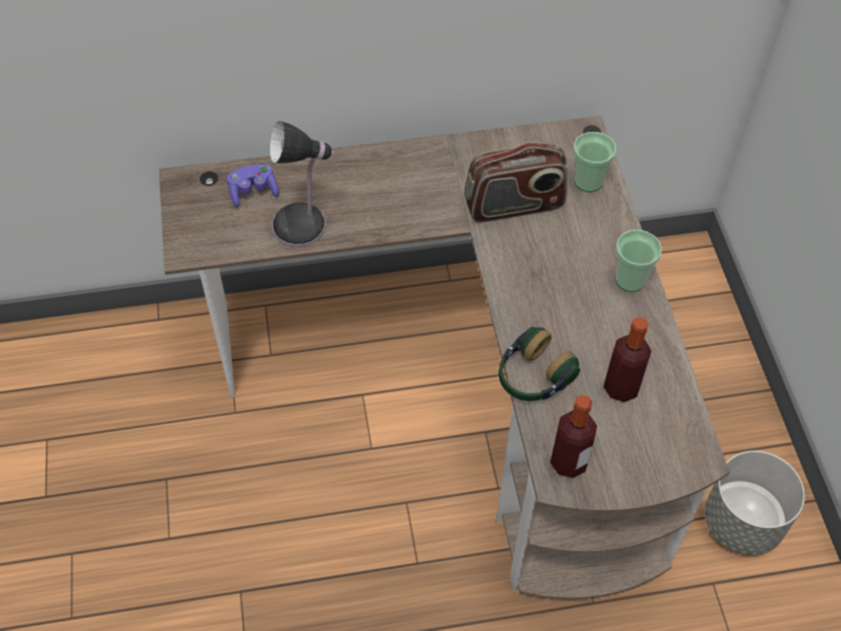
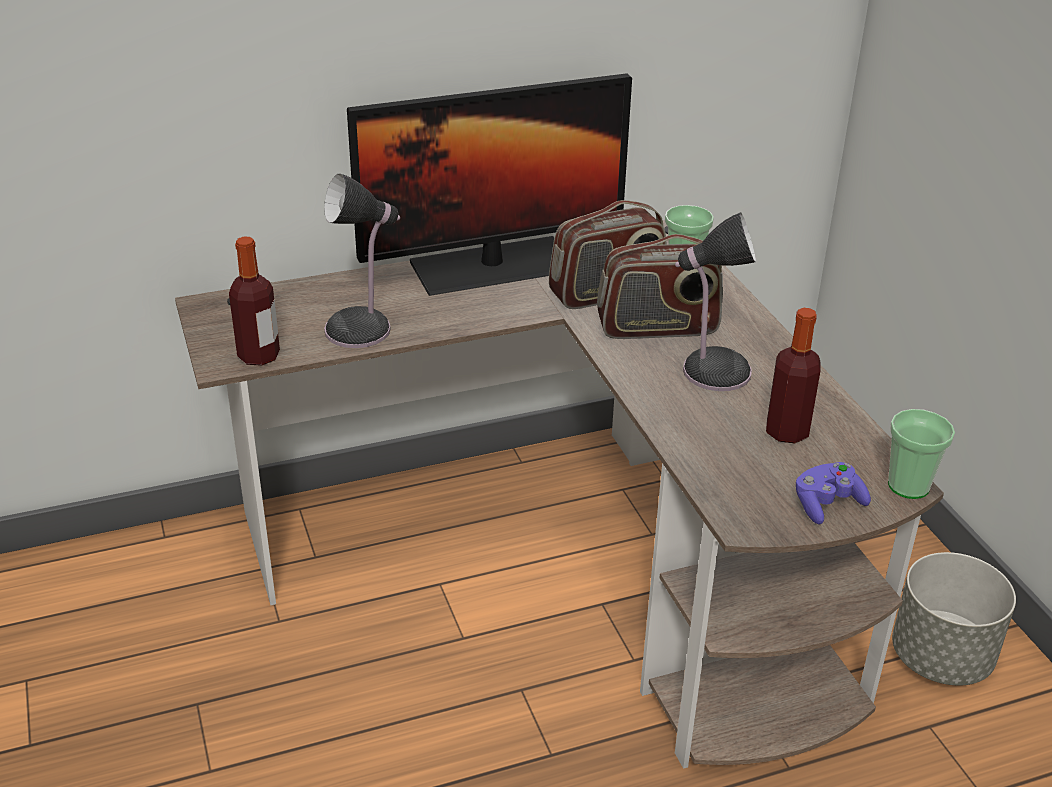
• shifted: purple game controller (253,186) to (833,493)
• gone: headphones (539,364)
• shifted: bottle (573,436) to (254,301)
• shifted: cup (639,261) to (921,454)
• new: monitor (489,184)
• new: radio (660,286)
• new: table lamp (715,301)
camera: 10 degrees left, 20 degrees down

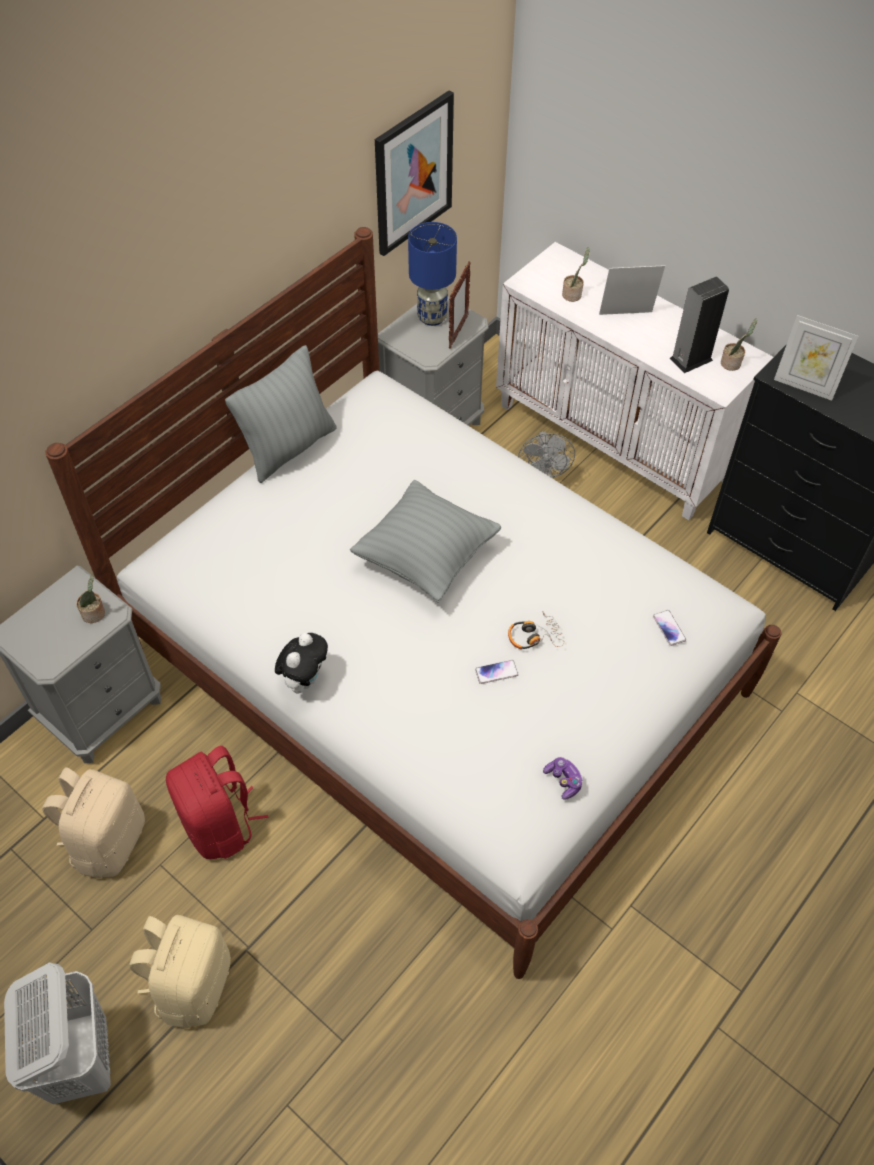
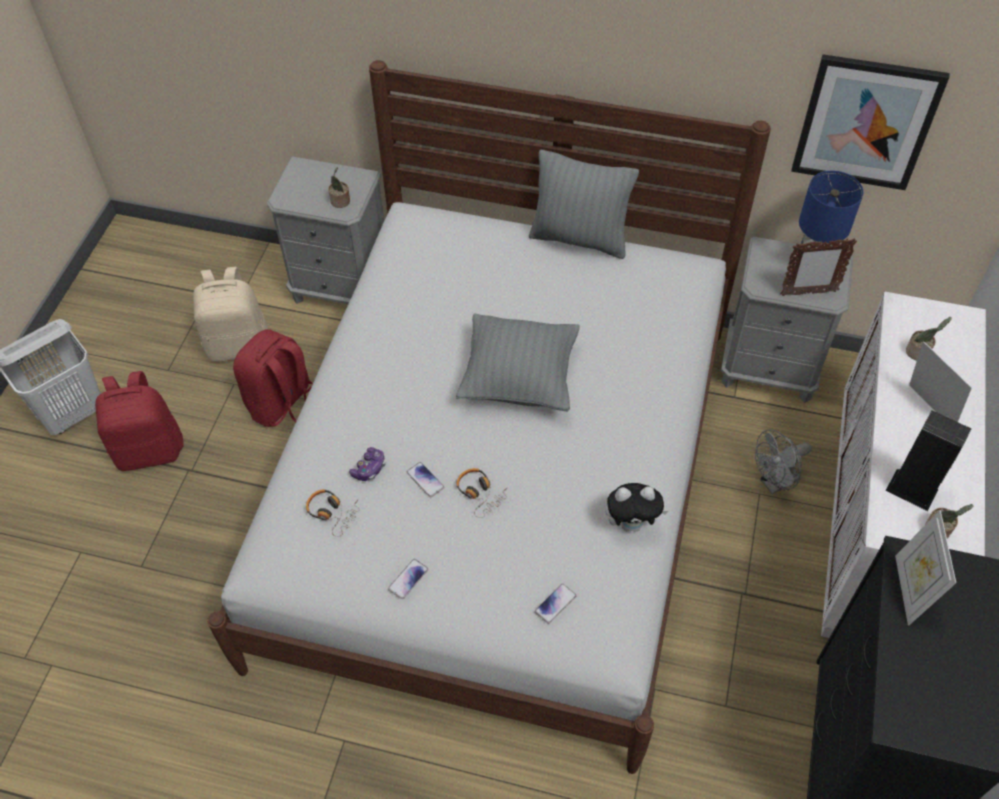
• repainted: beige backpack (180,971) to red backpack (139,421)
• shifted: plush toy (301,663) to (636,507)
• shifted: game controller (563,778) to (367,464)
• new: headphones (333,513)
• new: phone (408,579)
camera: 65 degrees right, 0 degrees up

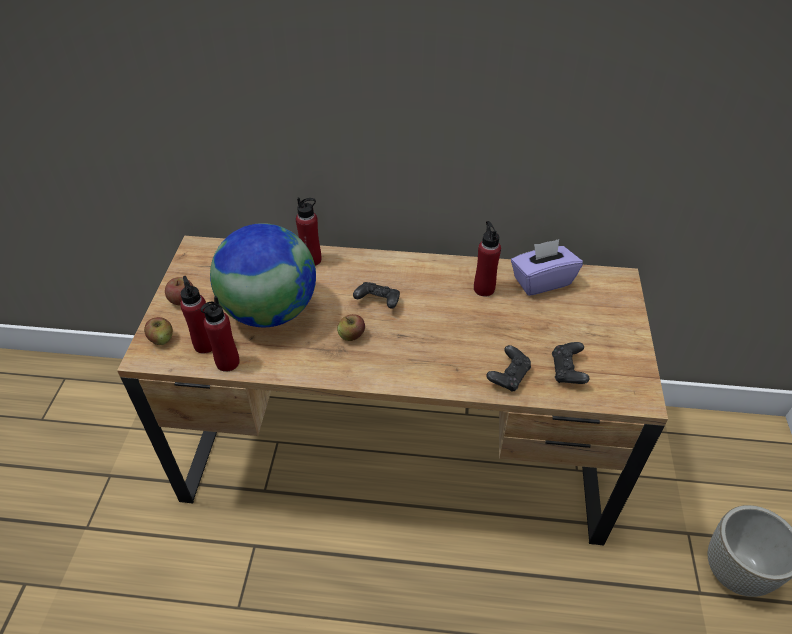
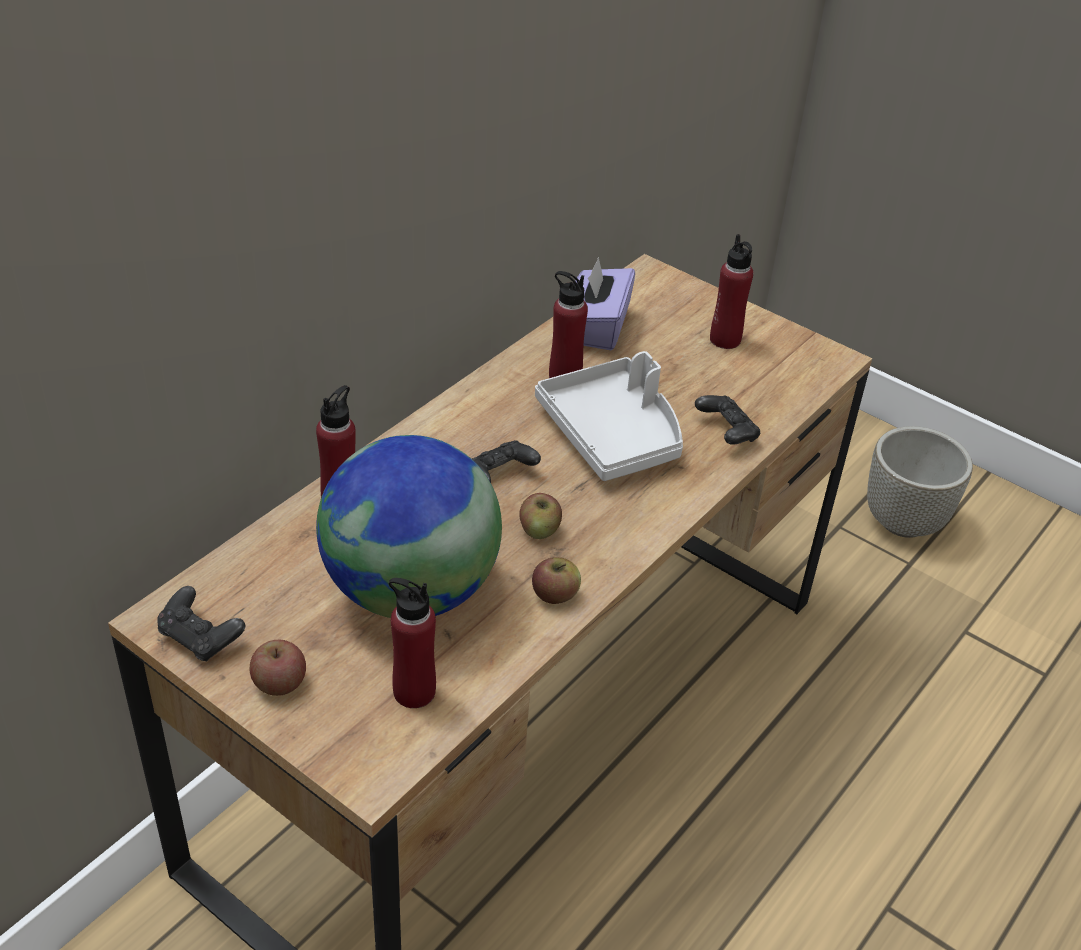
• shifted: apple (158,331) to (556,580)
• shifted: red bottle (220,334) to (731,291)
• shifted: black game controller (571,363) to (201,623)
• new: grey tray (609,416)
camera: 60 degrees left, 5 degrees down

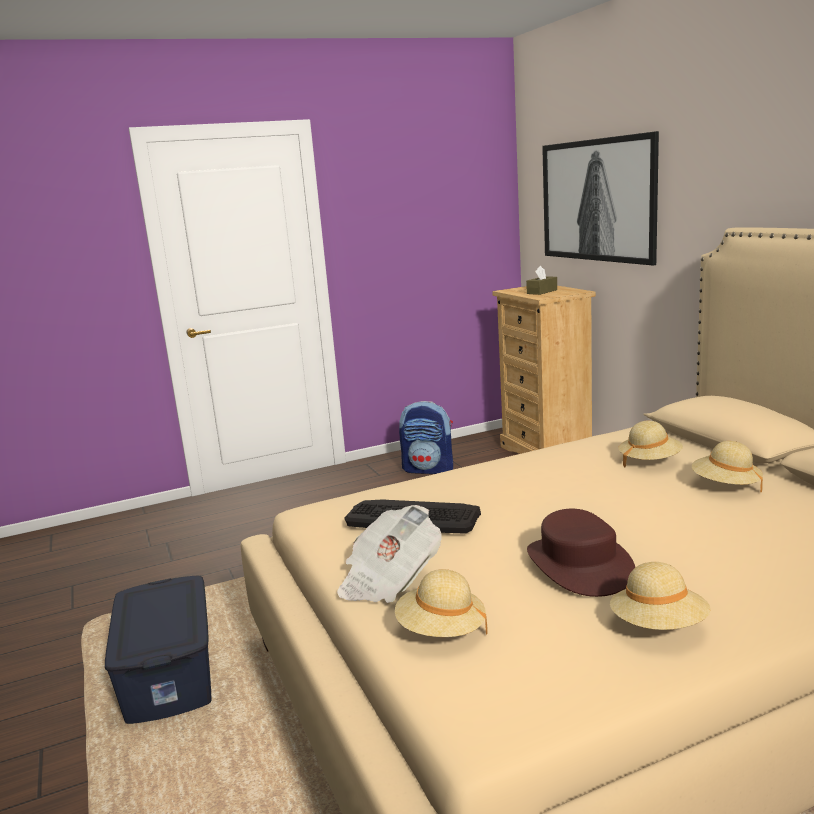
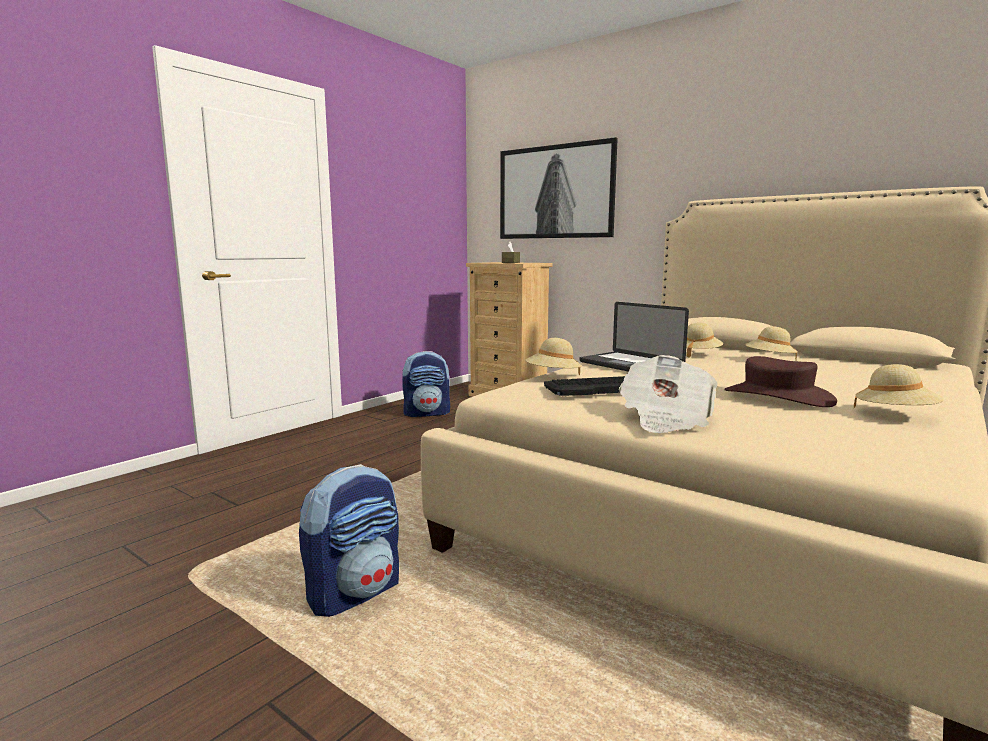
• swapped: blue storage box (158,650) to backpack (349,540)
• shifted: beige hat (441,603) to (553,356)
• new: laptop (634,337)
camera: 30 degrees left, 5 degrees down

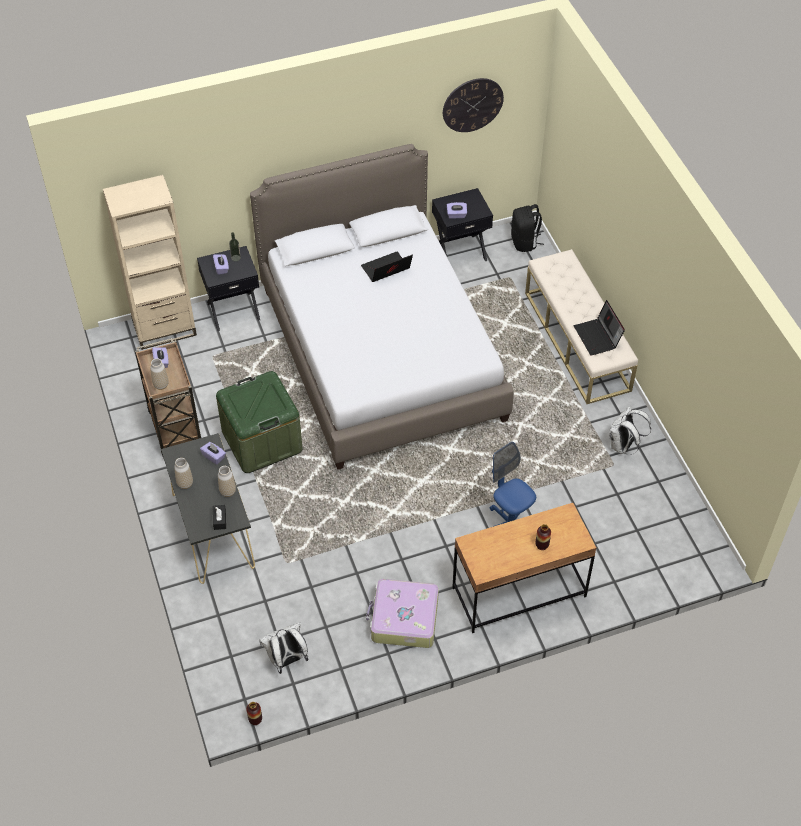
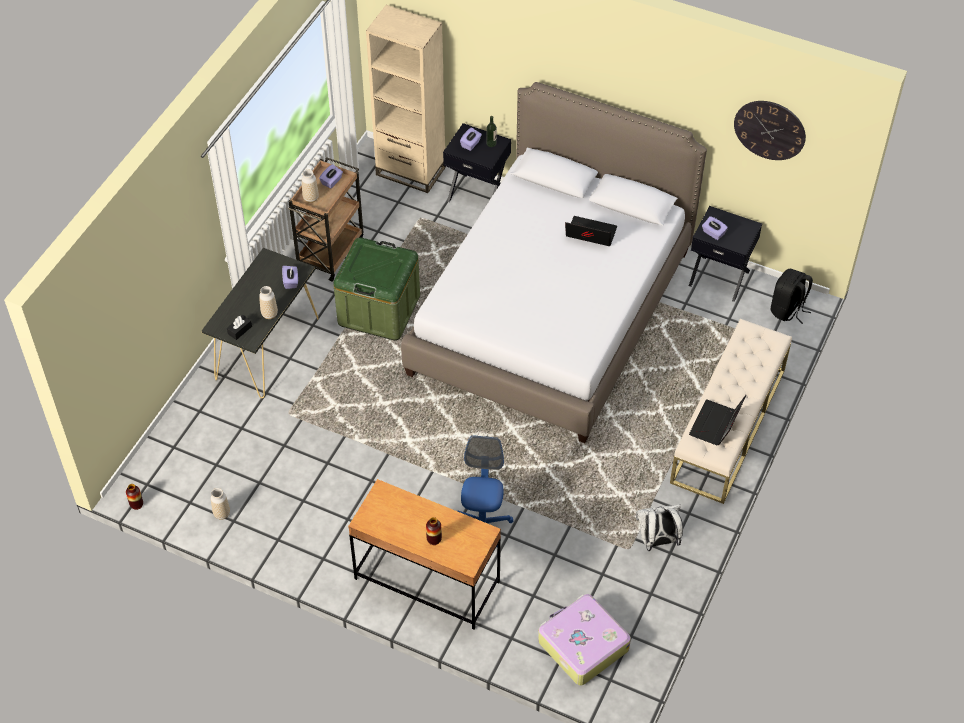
• shifted: vase (183,473) to (220,504)
• gone: white backpack (283,648)
• shifted: suitcase (402,613) to (584,640)
camera: 45 degrees right, 0 degrees up

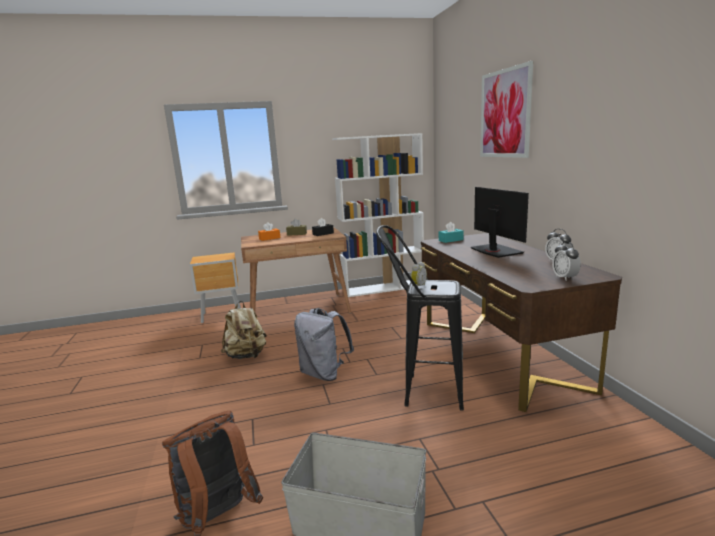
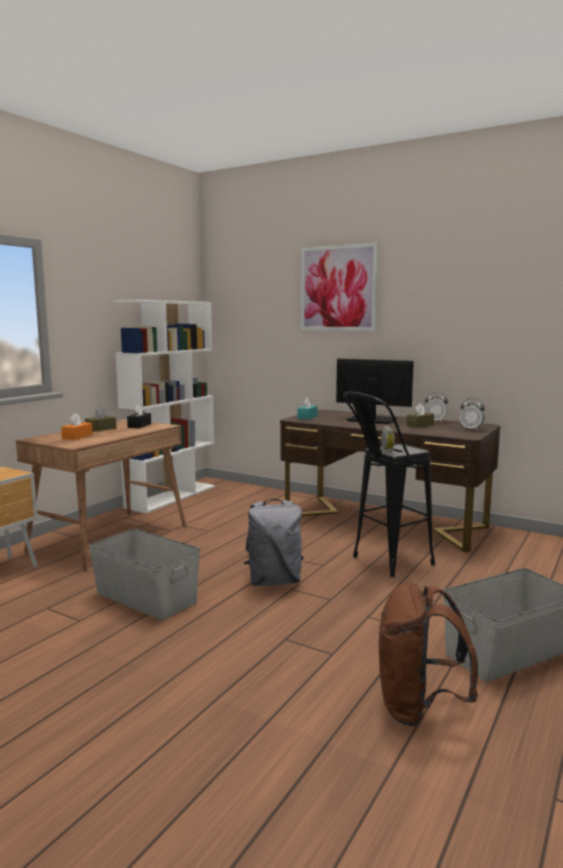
• swapped: beige backpack (244,330) to grey storage box (144,574)
• new: brown tissue box (420,415)
camera: 45 degrees left, 5 degrees down

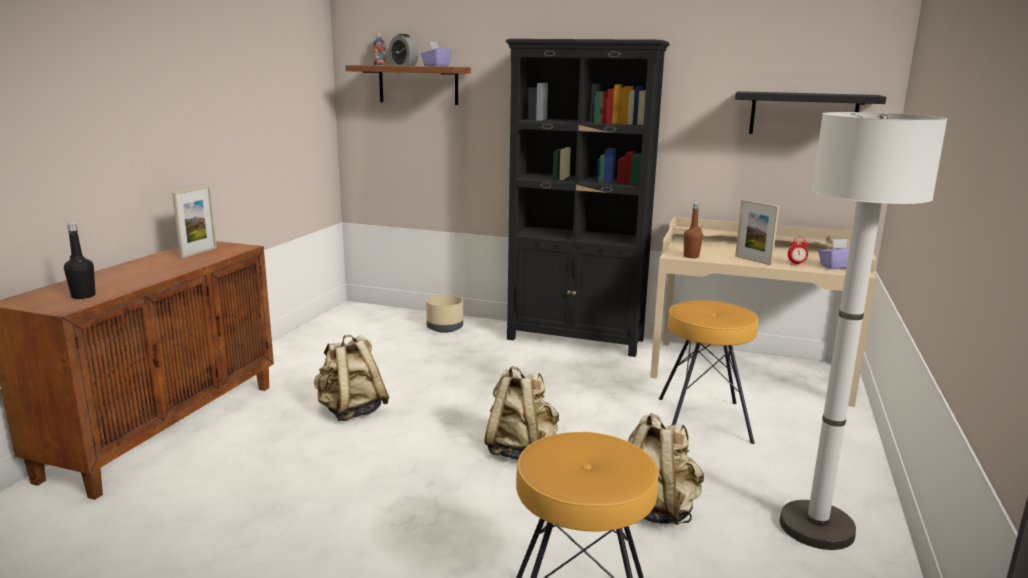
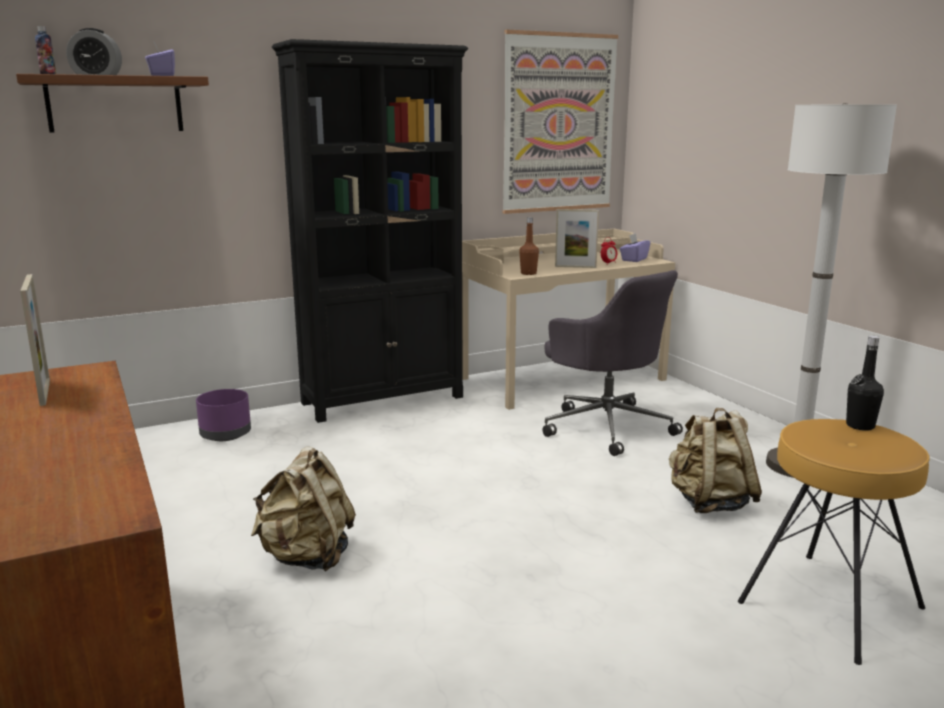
• shifted: black bottle (79,261) to (865,383)
• repainted: beige planter (444,314) to purple planter (223,415)
• gone: beige backpack (521,413)
• swapped: brown stool (708,372) to grey office chair (612,363)
• swapped: black shelf (810,112) to picture (560,122)
camera: 45 degrees left, 0 degrees up

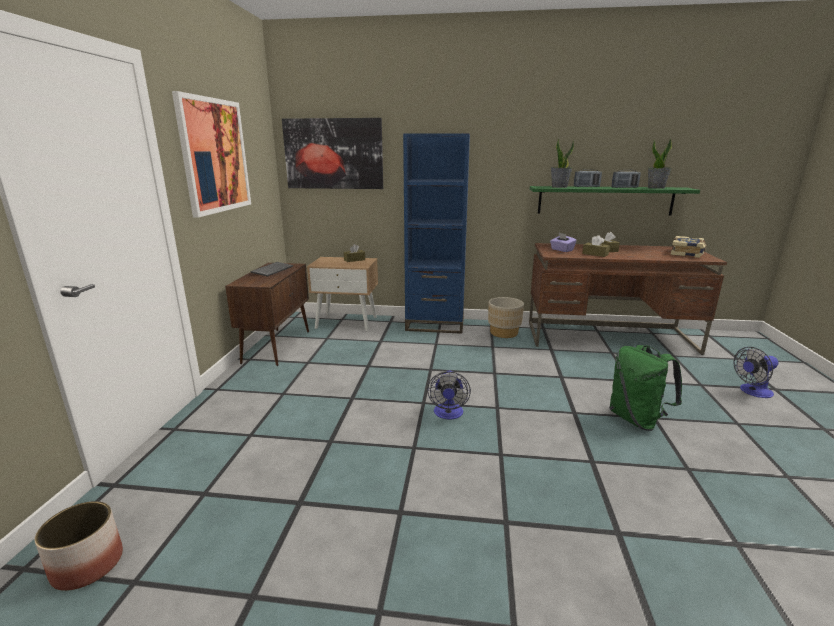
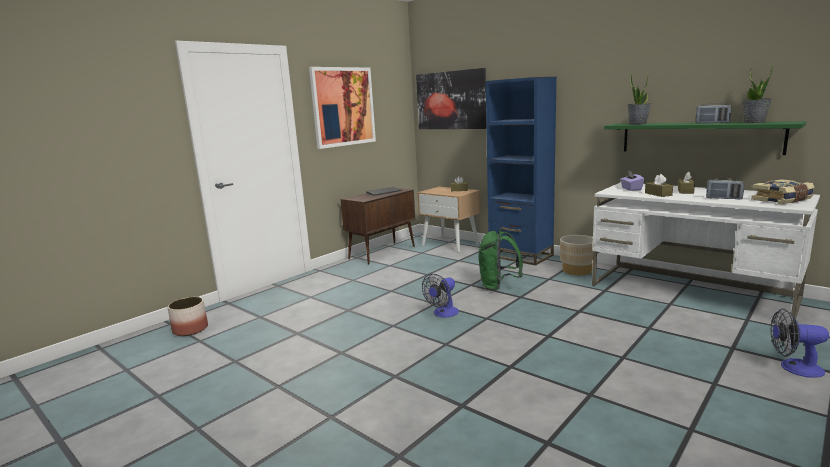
• repainted: brown desk (628,299) to white desk (706,250)
• shifted: radio (588,178) to (725,189)
• shifted: green backpack (645,388) to (501,260)
camera: 35 degrees right, 5 degrees down

